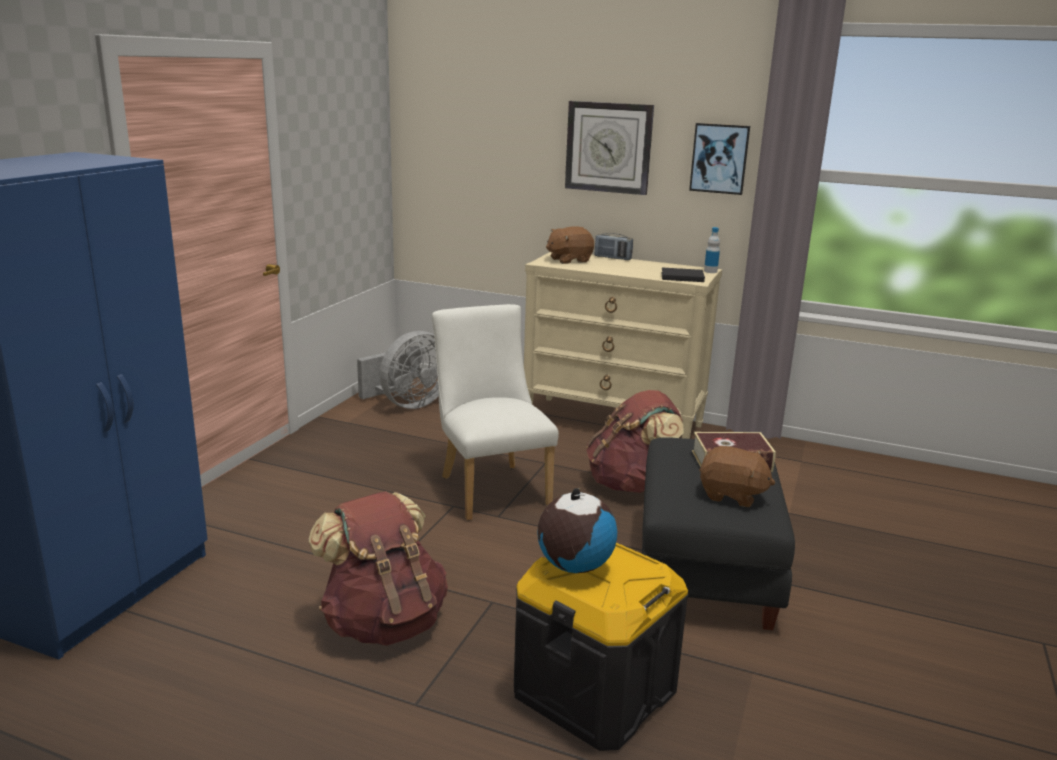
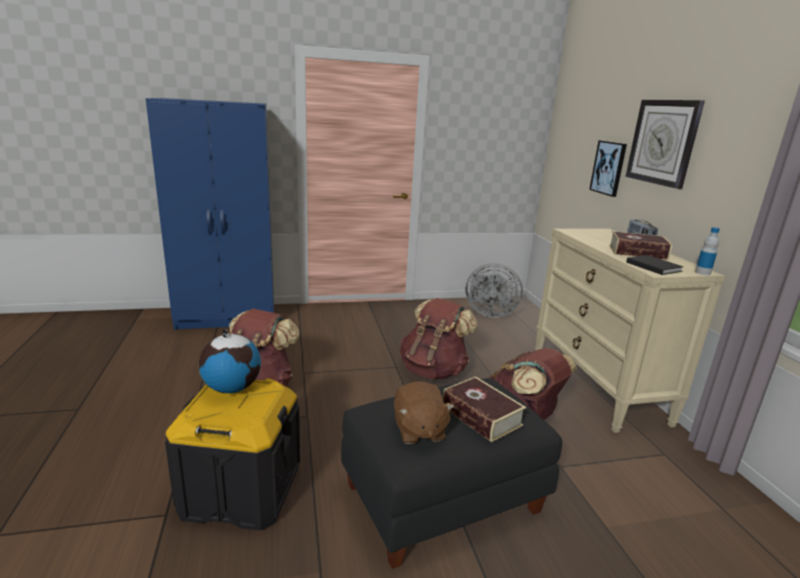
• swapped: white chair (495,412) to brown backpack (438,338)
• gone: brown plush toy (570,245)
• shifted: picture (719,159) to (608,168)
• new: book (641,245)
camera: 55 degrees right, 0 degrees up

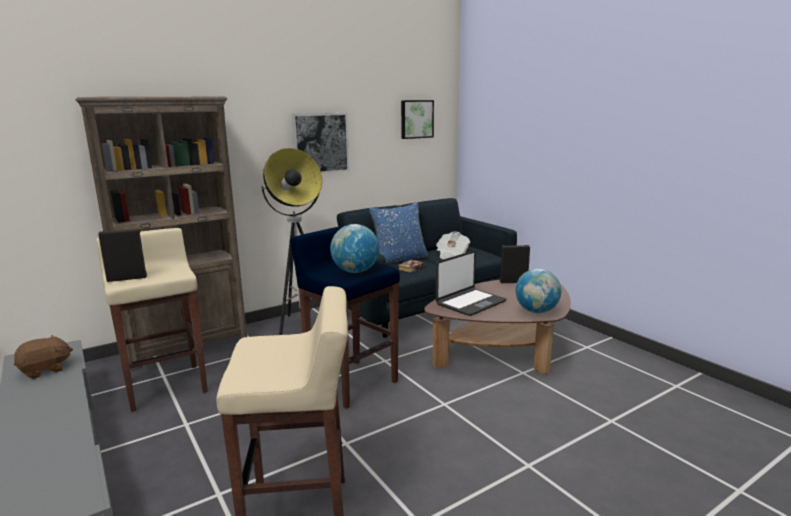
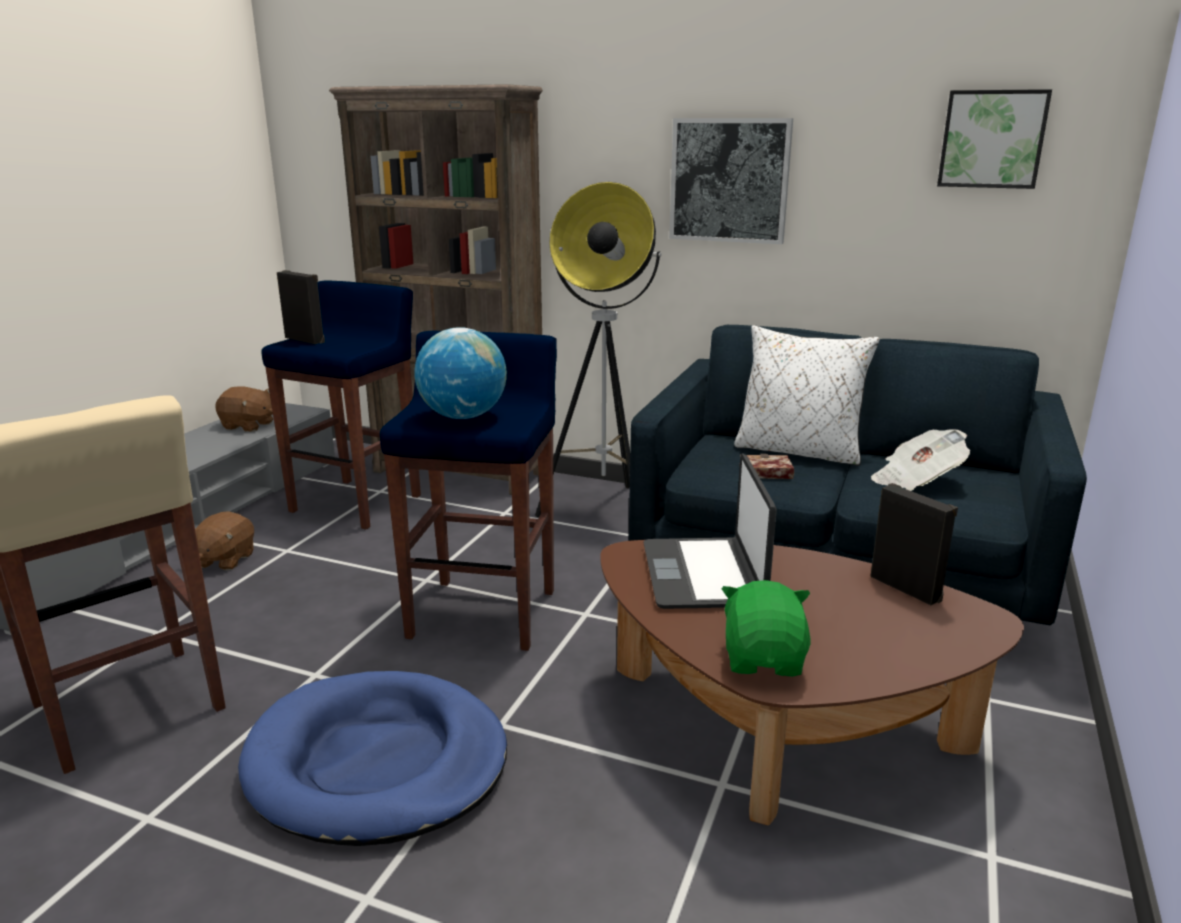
• repainted: beige stool (152,320) to blue stool (341,404)
• repainted: blue pillow (398,233) to white pillow (807,395)
• rotated: laptop (471,283) = (710,531) 75 degrees clockwise
• swapped: globe (538,291) to green plush toy (766,628)
• new: brown plush toy (224,541)
• new: blue dog bed (372,758)
camera: 55 degrees right, 5 degrees up

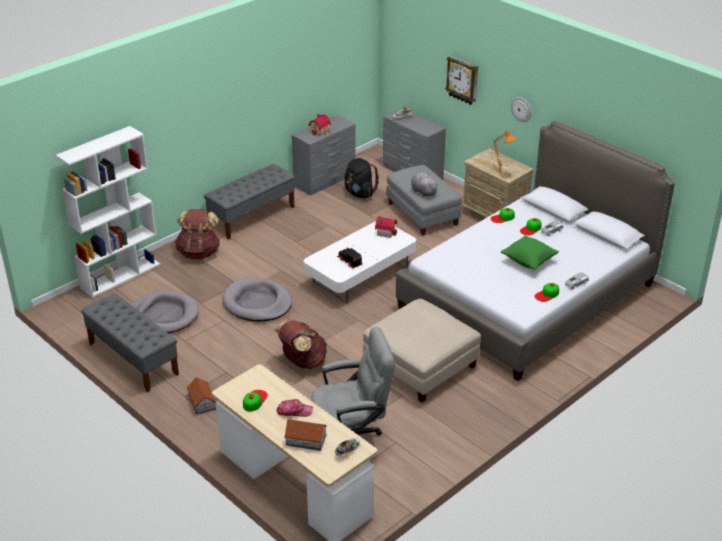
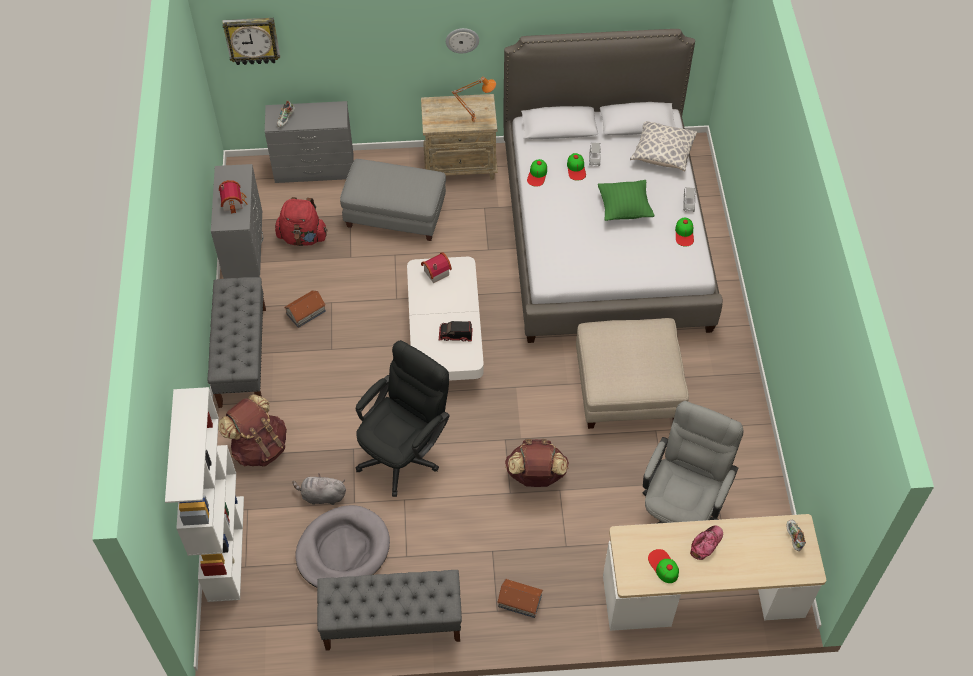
• swapped: grey dog bed (257,300) to black office chair (403,418)
• shifted: toy house (305,435) to (305,309)
• repainted: black backpack (362,178) to red backpack (301,221)
• shifted: grey plush toy (425,185) to (319,489)
• shifted: wall clock (461,80) to (251,41)
• new: pillow (663,146)
camera: 50 degrees left, 20 degrees up

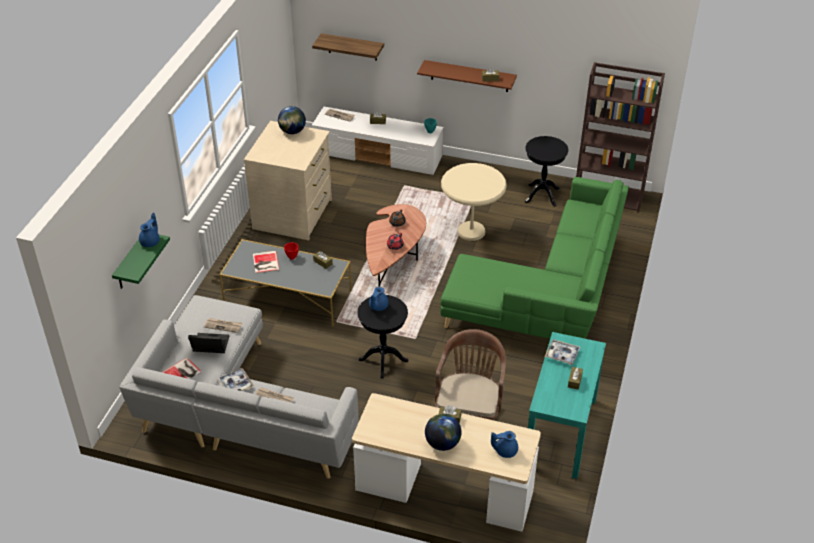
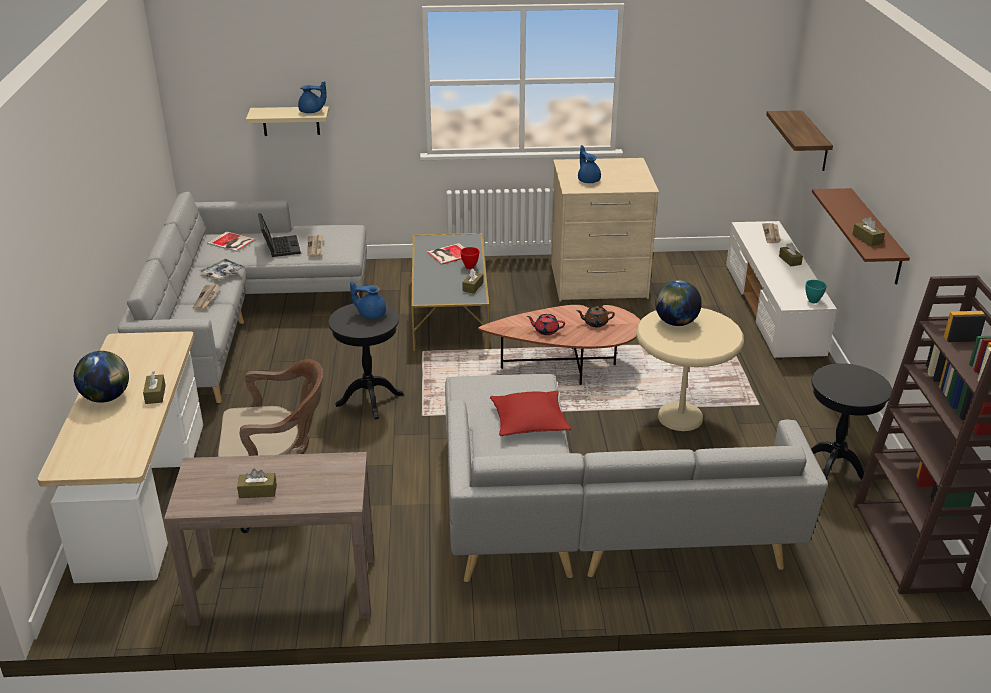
• repainted: green shelf (141,262) to beige shelf (287,121)
• shifted: globe (292,120) to (678,303)
• repainted: green sofa (534,258) to grey sofa (636,478)
• shifted: blue teapot (504,444) to (589,164)
• repainted: turquoise console table (567,405) to brown console table (269,539)
• gone: tray (562,352)
• new: red pillow (530,413)
camera: 70 degrees right, 10 degrees down

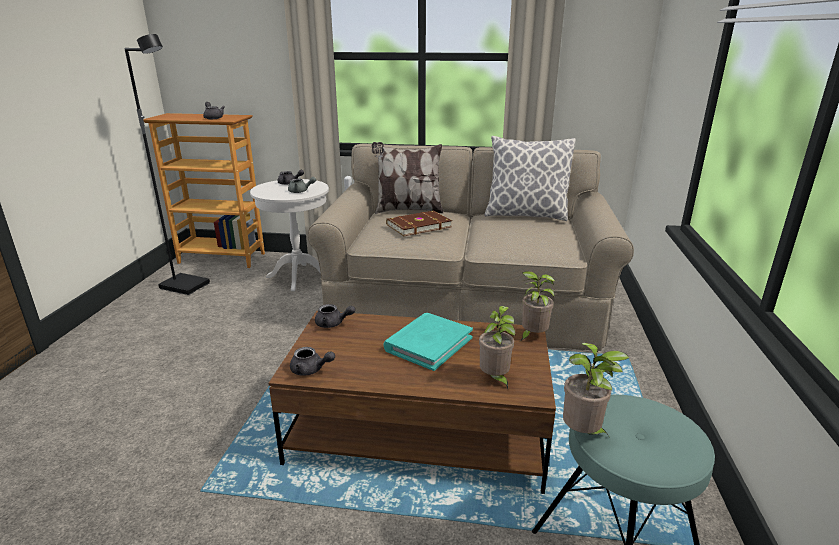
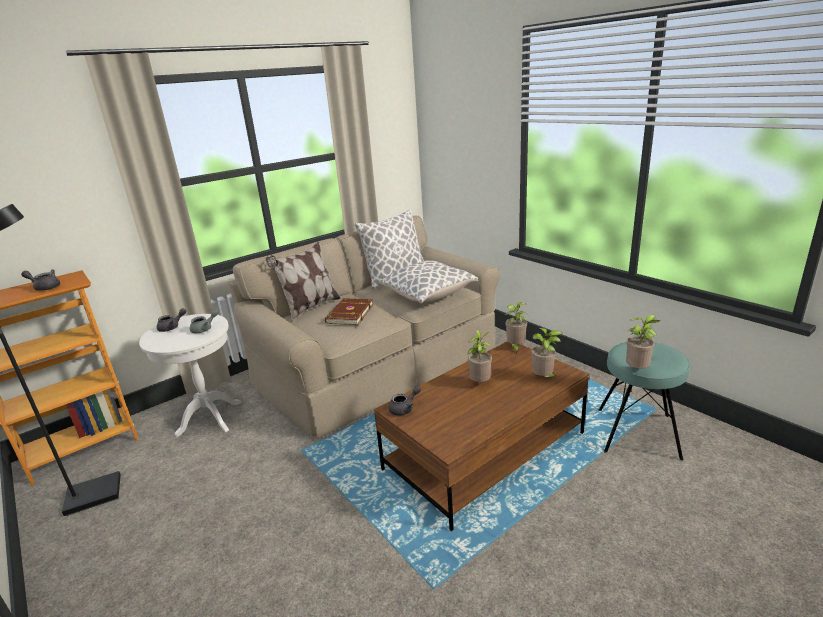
• gone: grey teapot (312,361)
• swapped: turquoise book (428,342) to potted plant (479,356)
• new: pillow (428,282)
camera: 45 degrees left, 0 degrees up

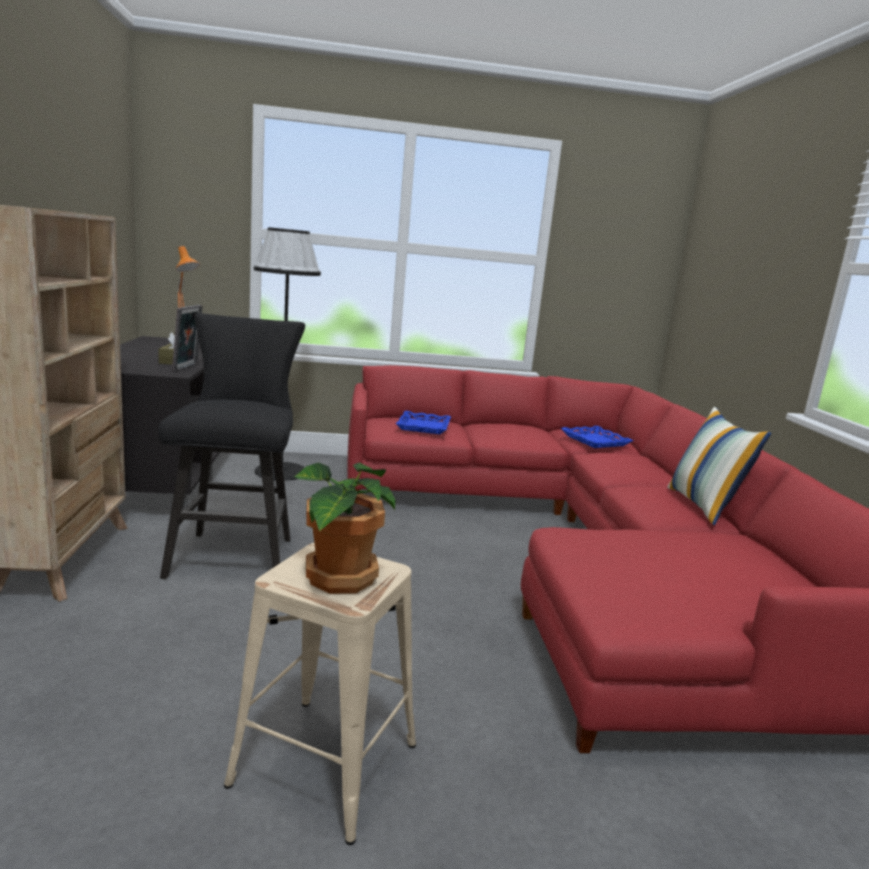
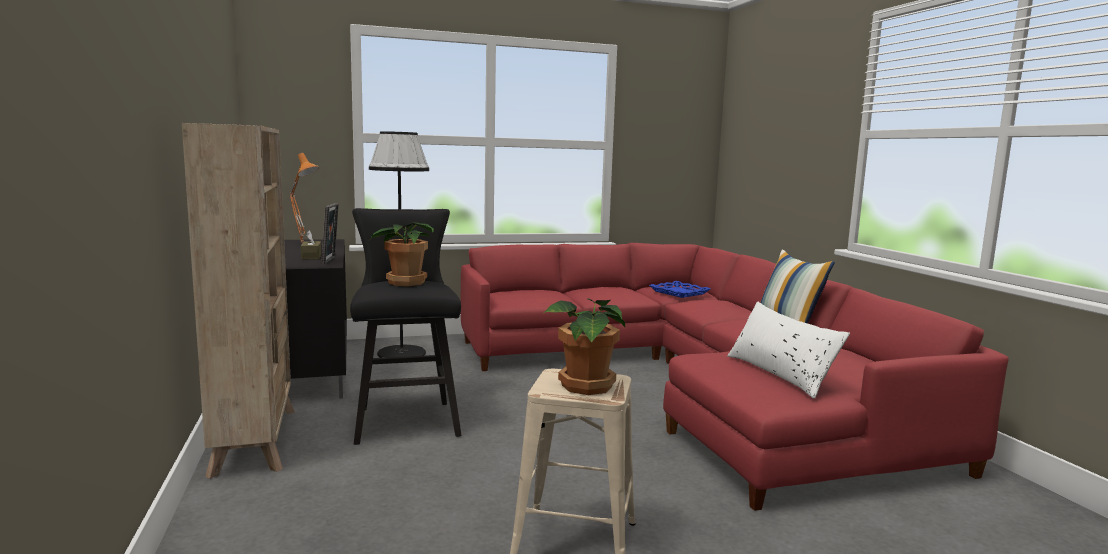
• gone: blue tray (423,422)
• new: potted plant (402,254)
• new: white pillow (788,350)
camera: 10 degrees left, 5 degrees down

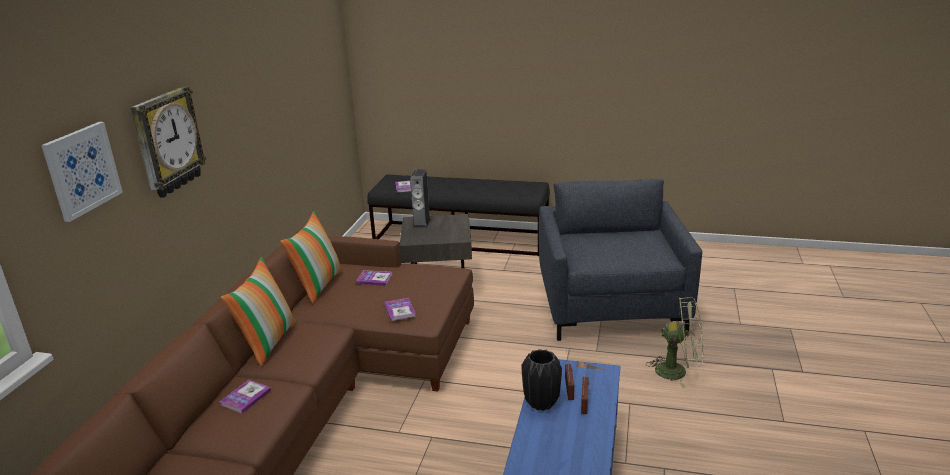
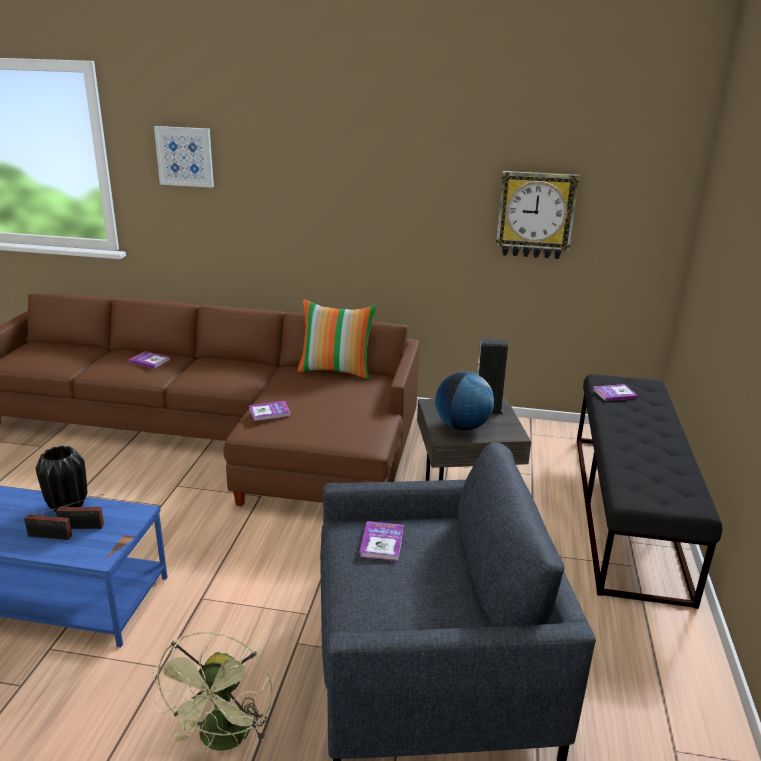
• shifted: wall clock (168,142) to (537,215)
• gone: pillow (259,312)
• shifted: book (374,278) to (381,541)
• new: globe (464,401)
camera: 85 degrees right, 0 degrees up

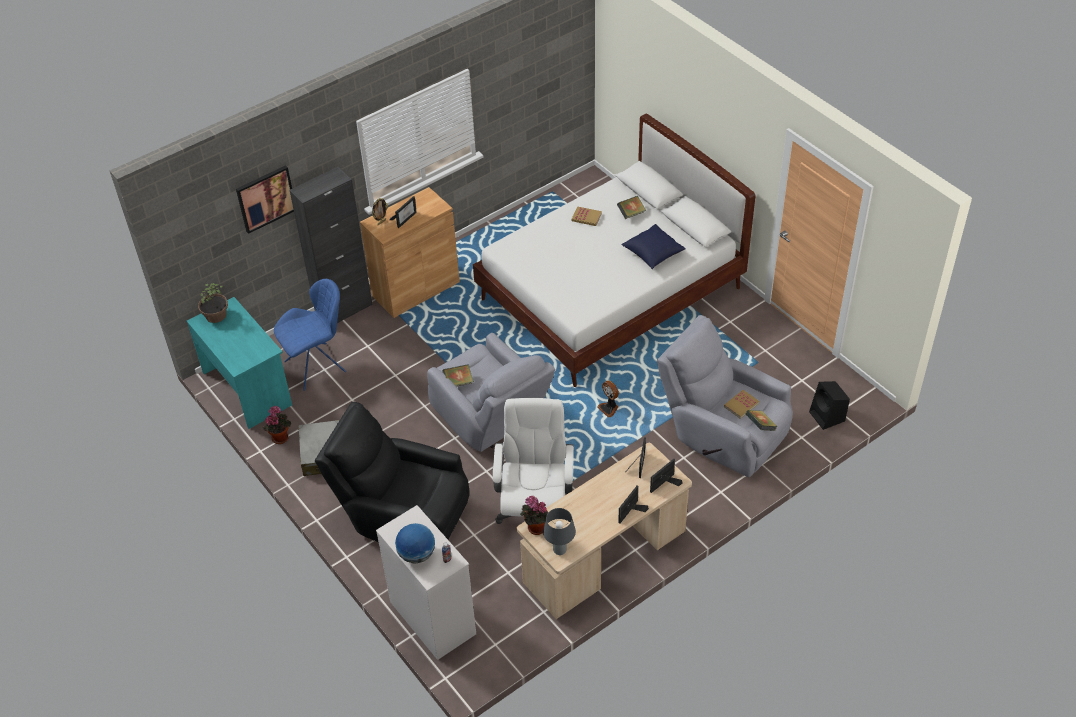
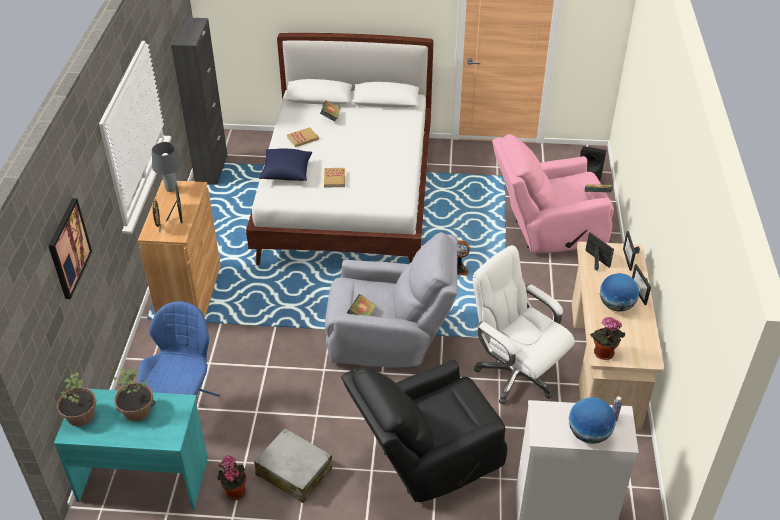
• shifted: black cabinet (331,245) to (199,101)
• shifted: grey table lamp (559,531) to (167,167)
• shifted: blue pillow (653,246) to (286,164)
• repainted: grey armchair (725,396) to pink armchair (553,193)
• shifted: book (741,404) to (334,178)
• new: potted plant (134,394)
• new: globe (619,292)
camera: 50 degrees left, 5 degrees down

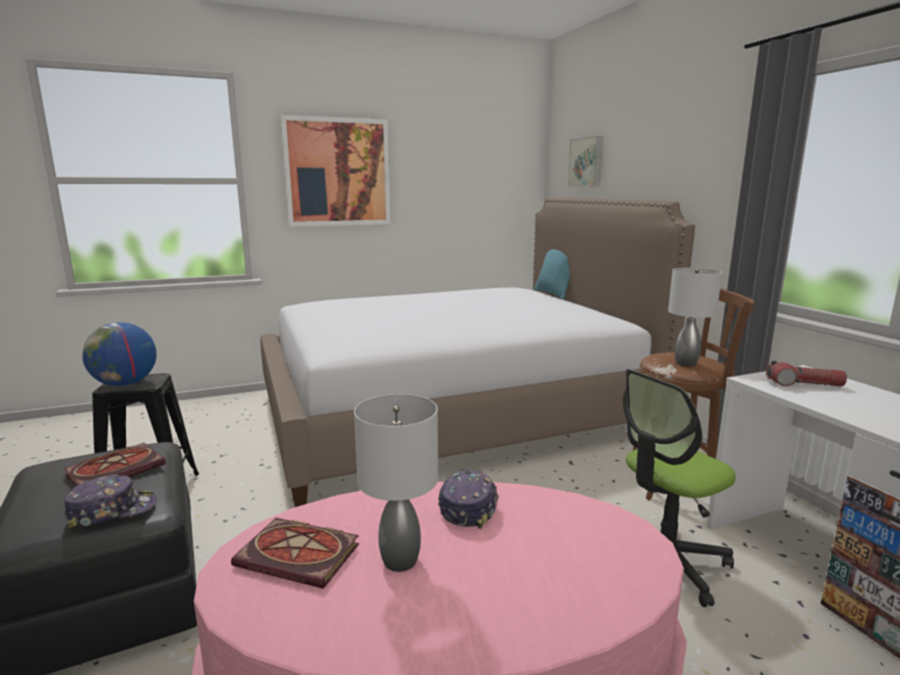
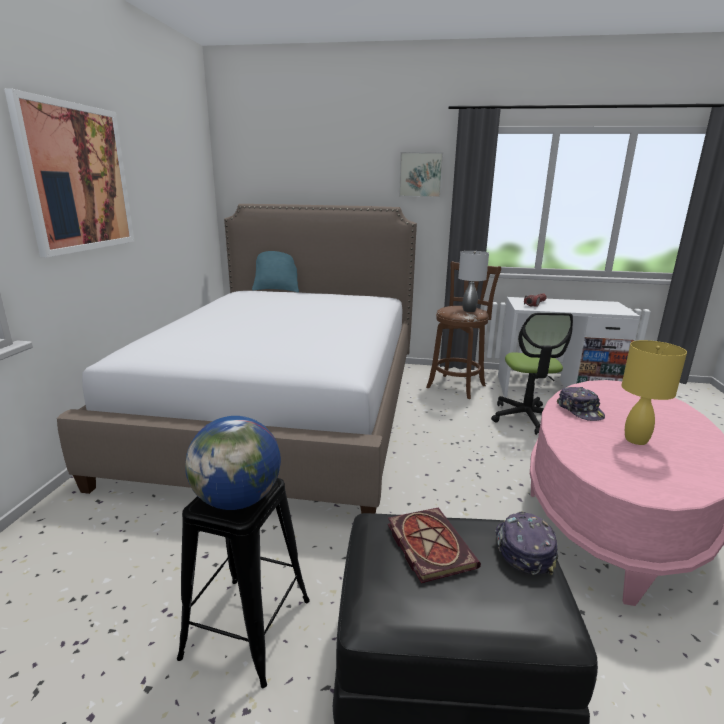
• gone: book (295,553)
• repainted: grey table lamp (396,483) to yellow table lamp (654,392)
• rotated: cap (468,499) = (581,404) 150 degrees counterclockwise
• shifted: picture (585,161) to (421,174)
camera: 60 degrees left, 5 degrees up

